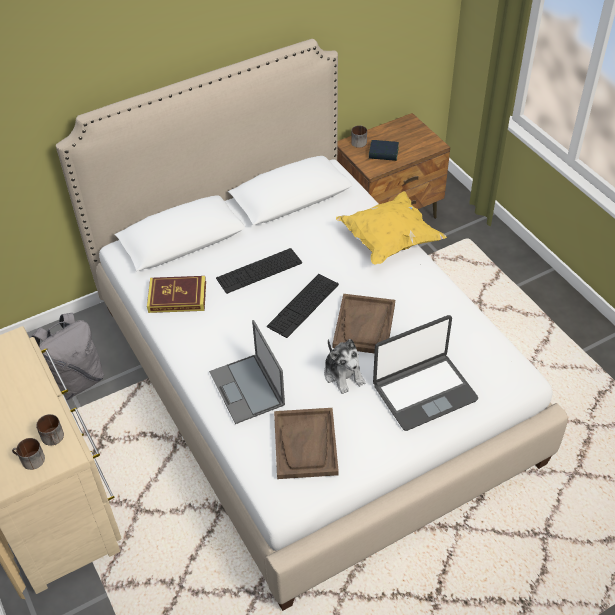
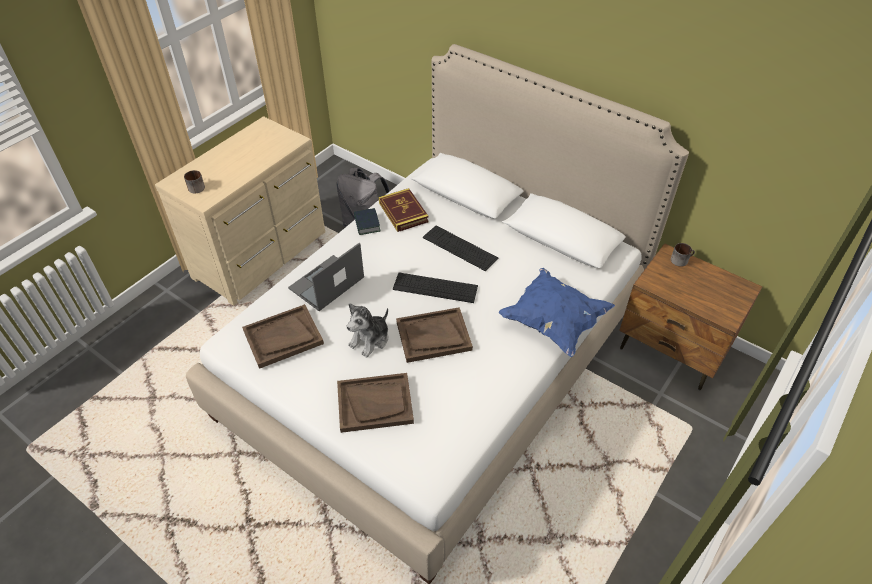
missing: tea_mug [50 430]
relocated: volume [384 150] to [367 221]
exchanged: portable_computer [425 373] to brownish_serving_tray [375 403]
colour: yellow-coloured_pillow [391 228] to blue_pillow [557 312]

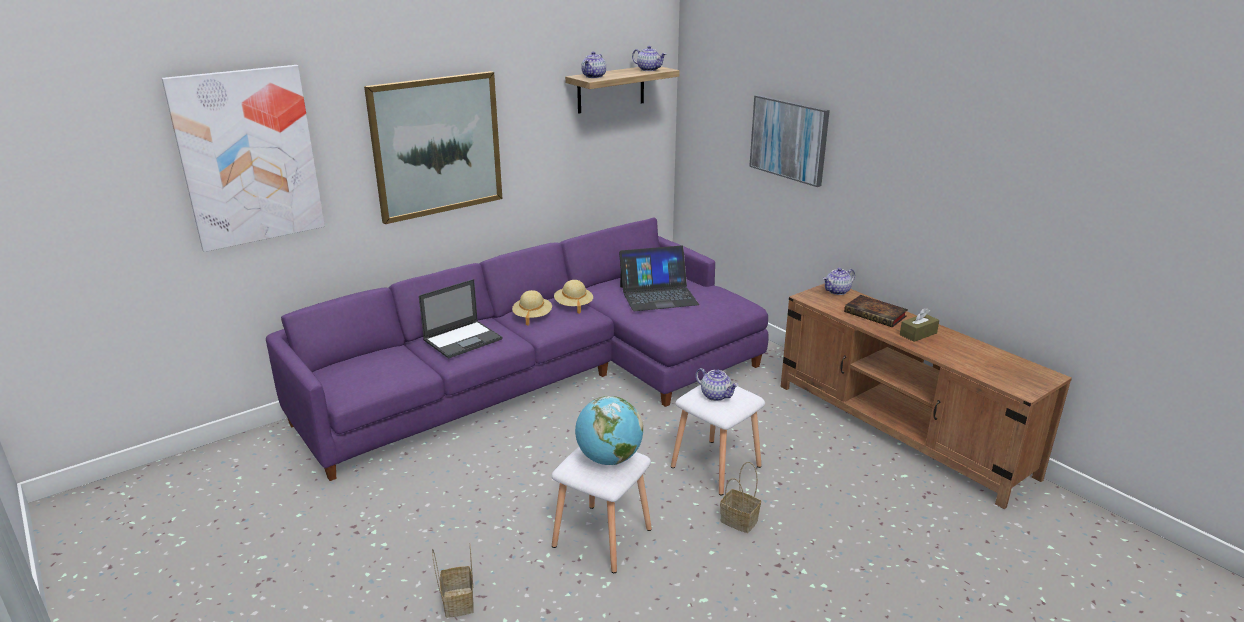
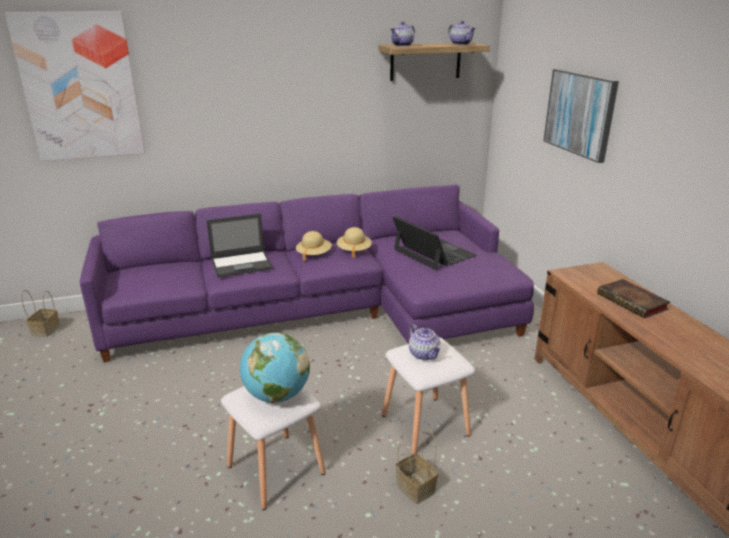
missing: picture [433 147]; teapot [839 281]; brownish_tissue_holder [919 325]
relocated: household_basket [453 581] to [40 313]
spun: portable_computer [659 278] = [434 243] 135 degrees counterclockwise

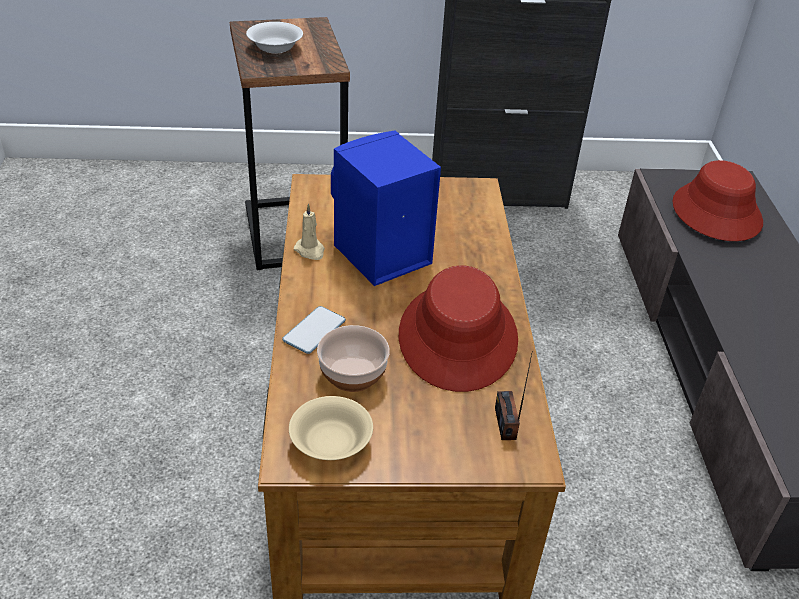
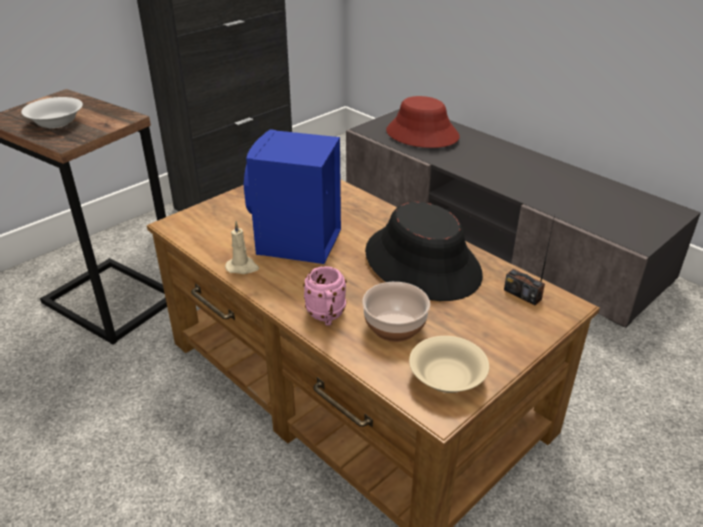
exchanged: handset [314 330] to pinkish_tea_mug [325 295]
colour: reddish_clothing_hat [458 328] to black_clothing_hat [424 251]

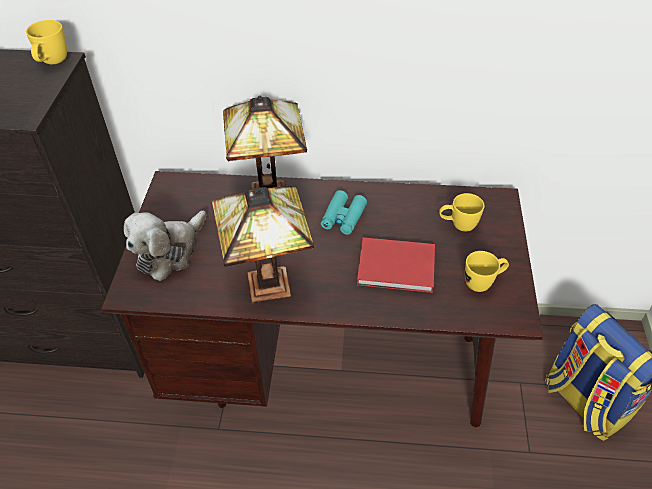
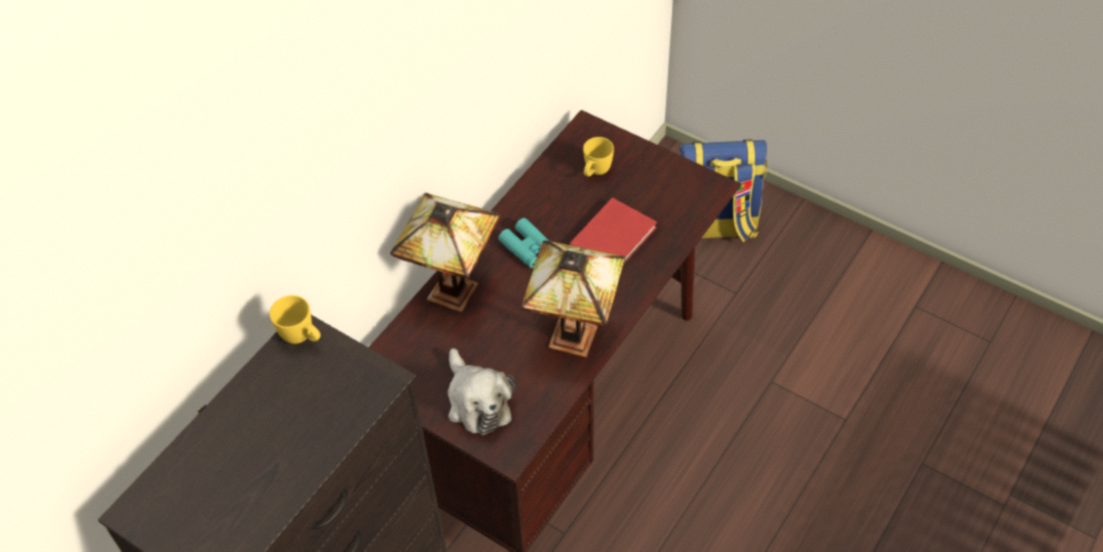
missing: yellow-coloured_tea_mug [487 271]

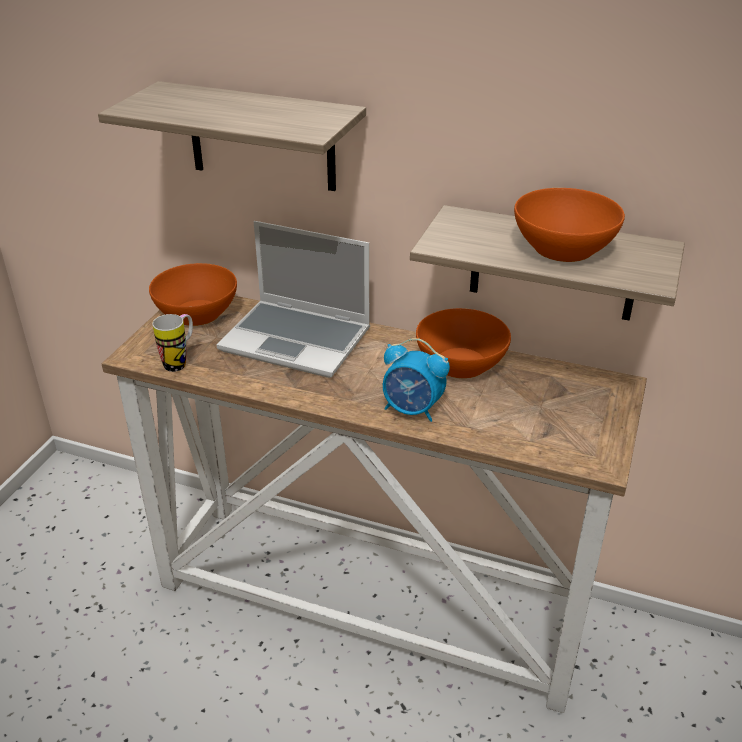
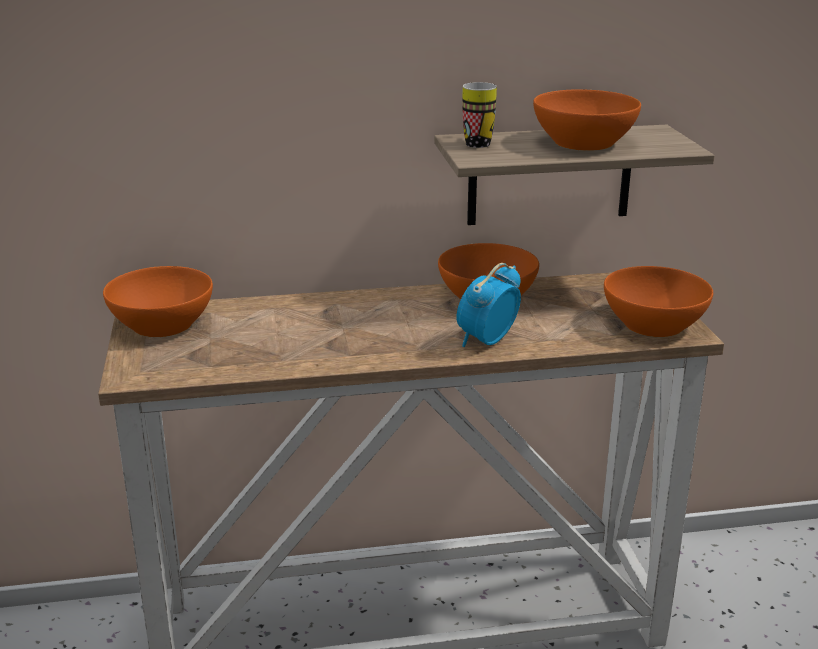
missing: bracket_shelf [232 136]; portable_computer [293 299]
appeared: orange-coloured_bowl [658 301]
relocated: tea_mug [173 343] to [479 115]
spun: bedside_clock [416 380] = [488 305] 135 degrees clockwise

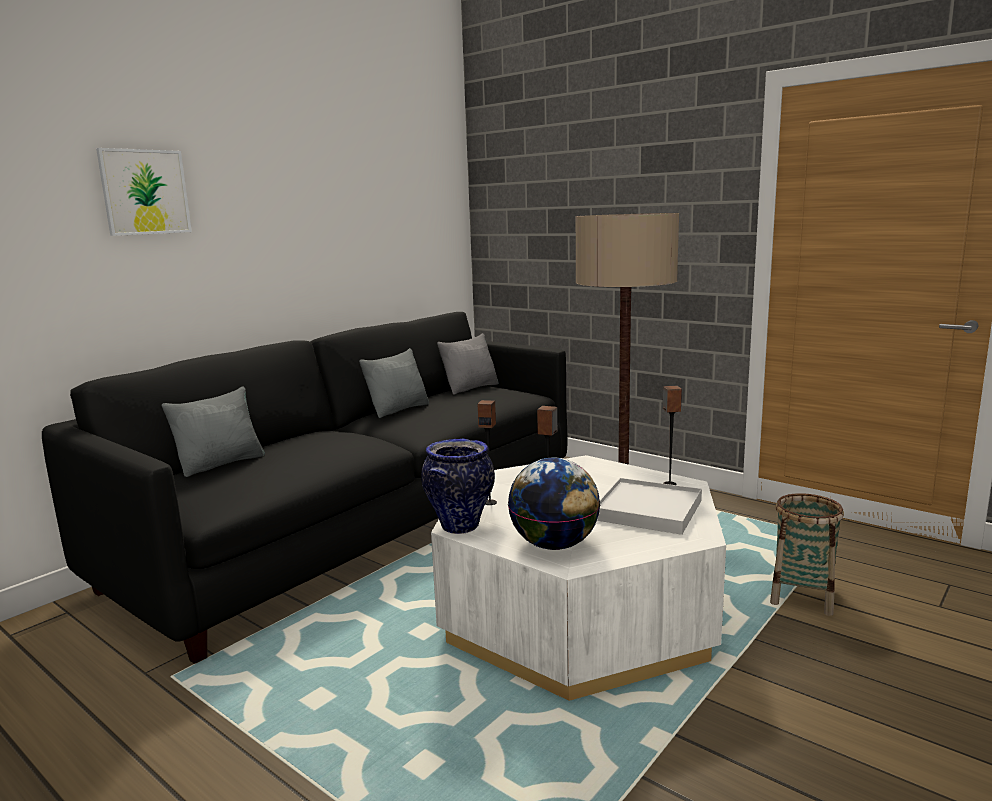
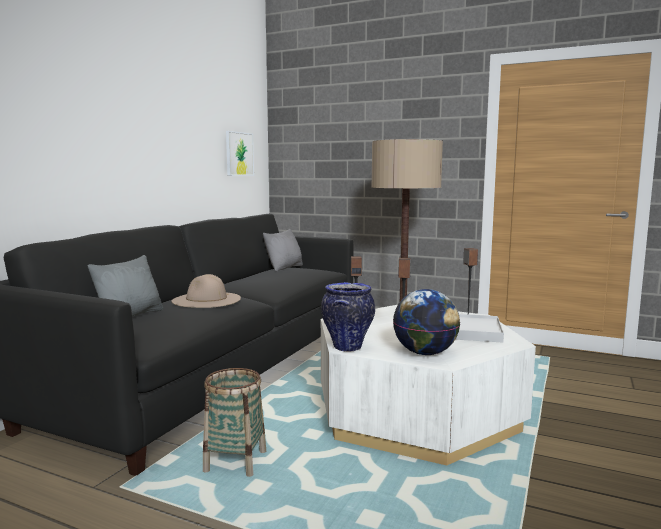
missing: grey_pillow [394 383]
appeared: beige-coloured_clothing_hat [206 291]
relocated: picture [144 192] to [240 153]; household_basket [807 554] to [234 422]

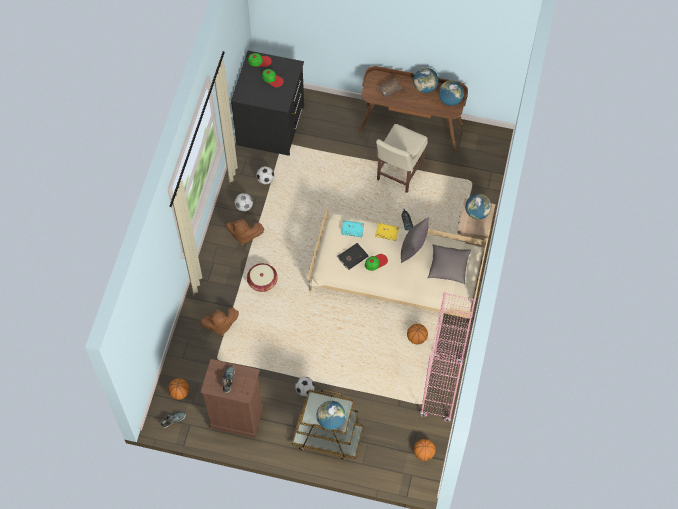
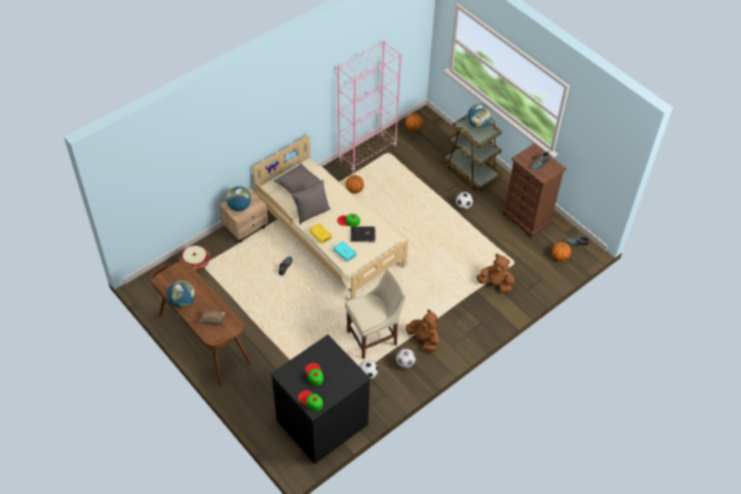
missing: world_globe [451 93]
relocated: household_basket [262 277] to [195 258]; beige-coloured_plain_chair [402 158] to [376 313]

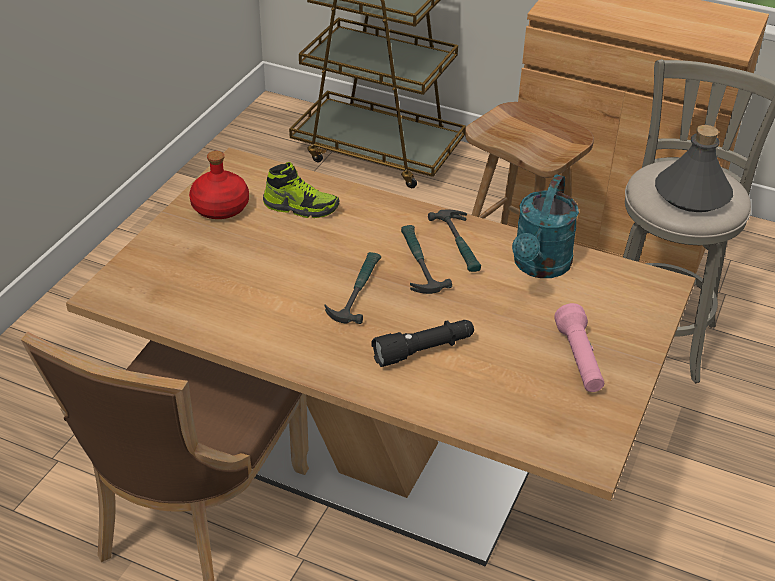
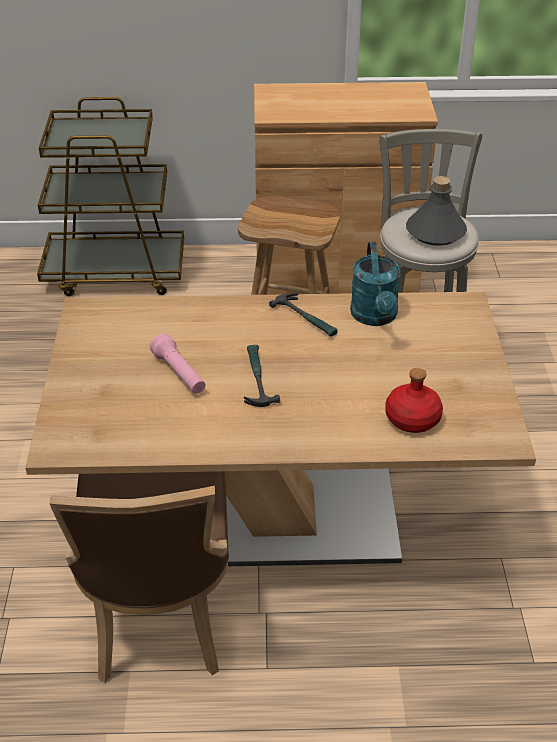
missing: item_of_footwear [301 190]; black_hand_torch [422 343]; hammer [426 259]
relocated: reddish_drink_bottle [219 185] to [414 400]; pinkish_hand_torch [579 347] to [178 363]

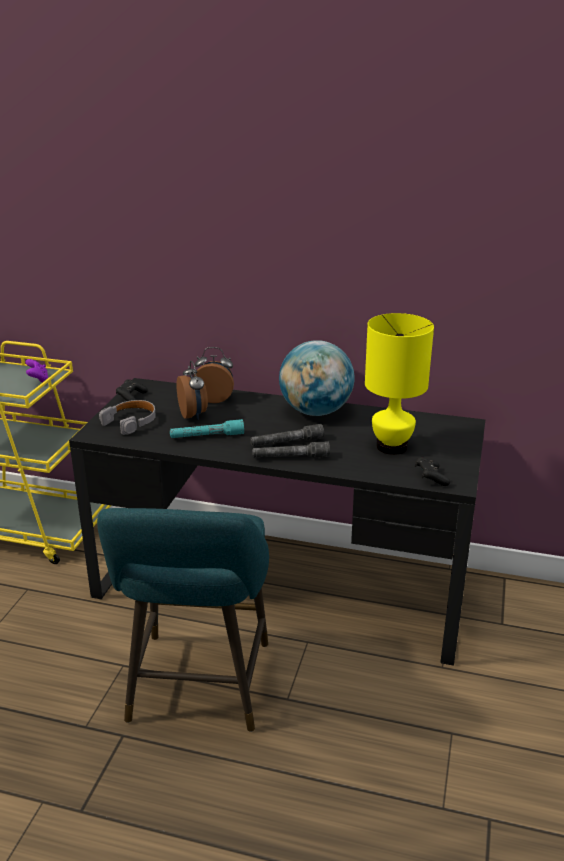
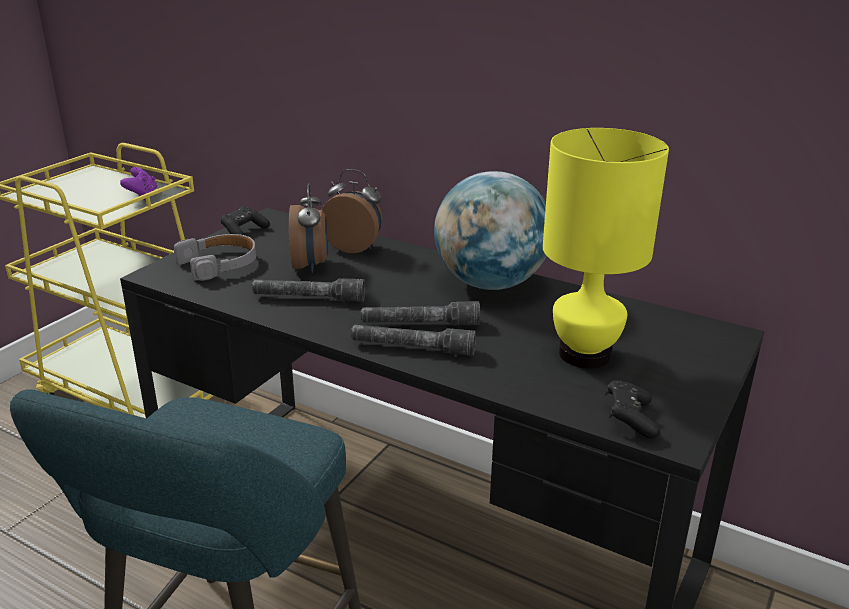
colour: turquoise_hand_torch [207 428] to grey_hand_torch [308 290]

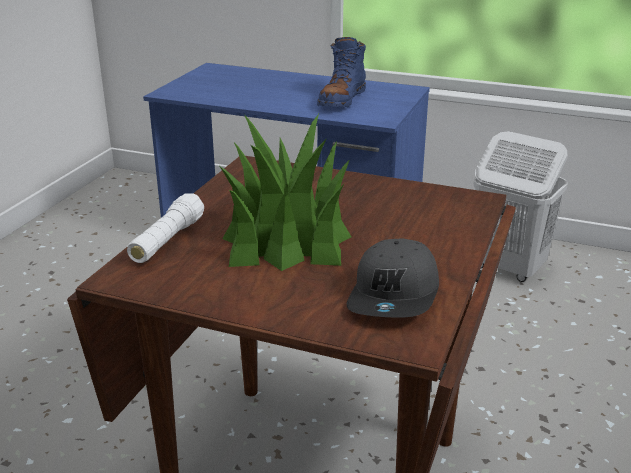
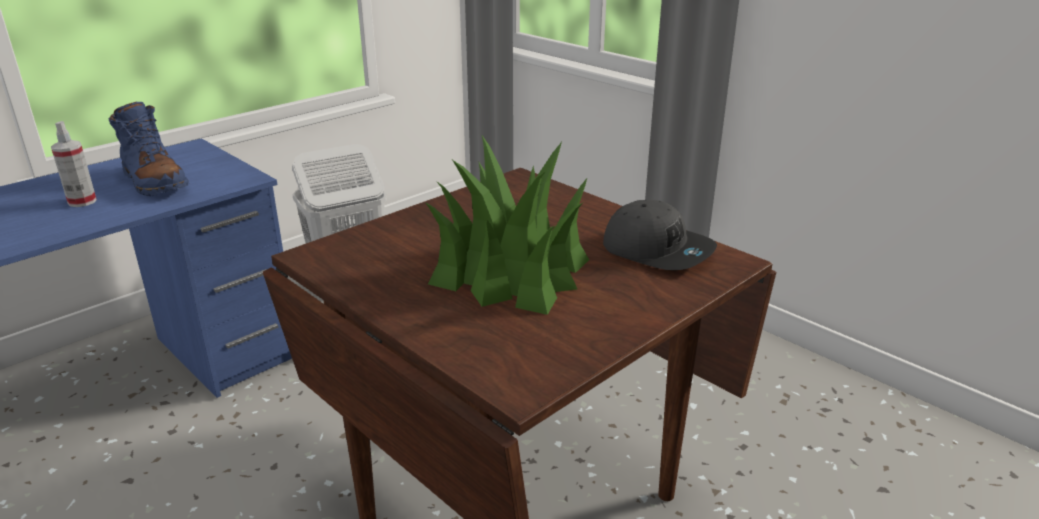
missing: white_hand_torch [165 228]
appeared: sprayer [74 164]

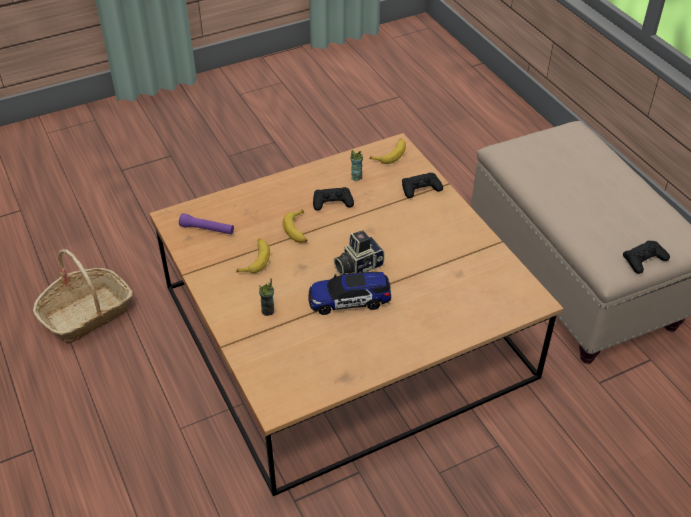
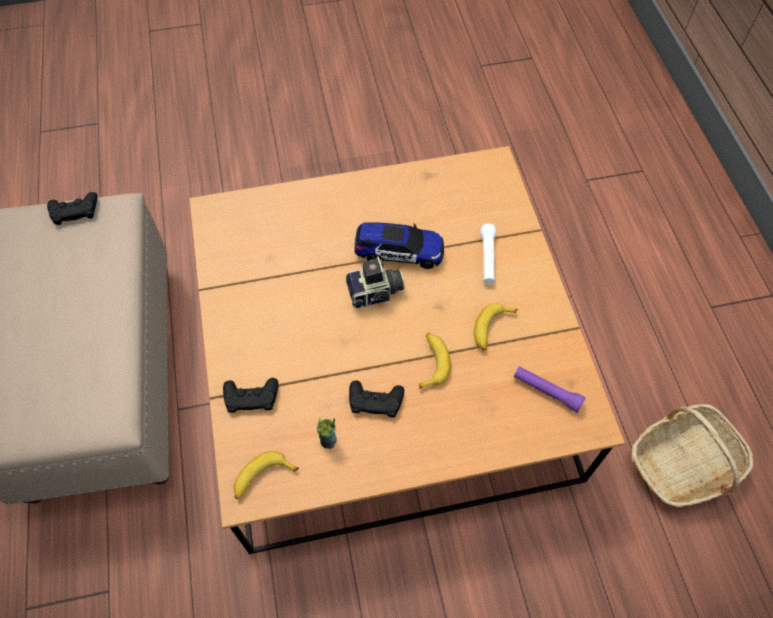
exchanged: cup [266 297] to white_hand_torch [488 254]

